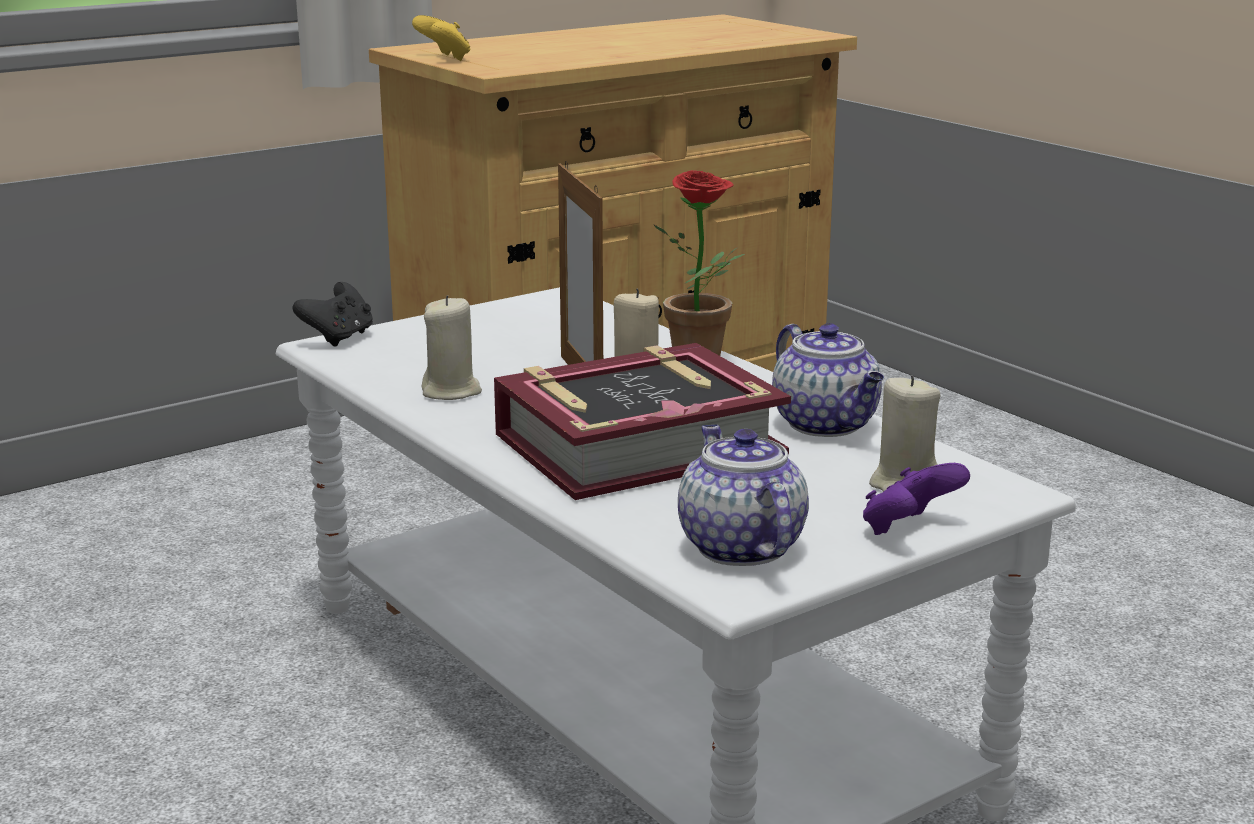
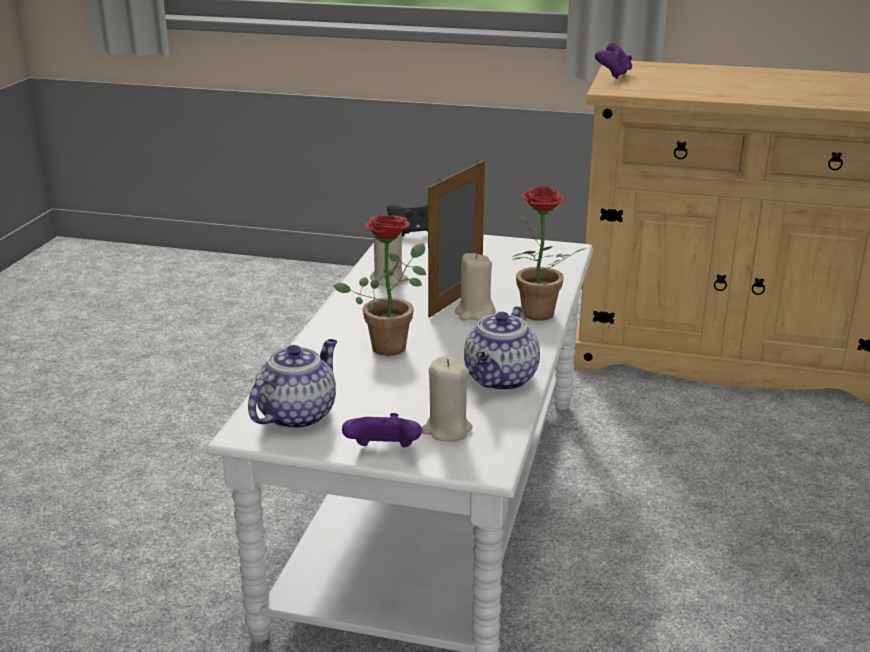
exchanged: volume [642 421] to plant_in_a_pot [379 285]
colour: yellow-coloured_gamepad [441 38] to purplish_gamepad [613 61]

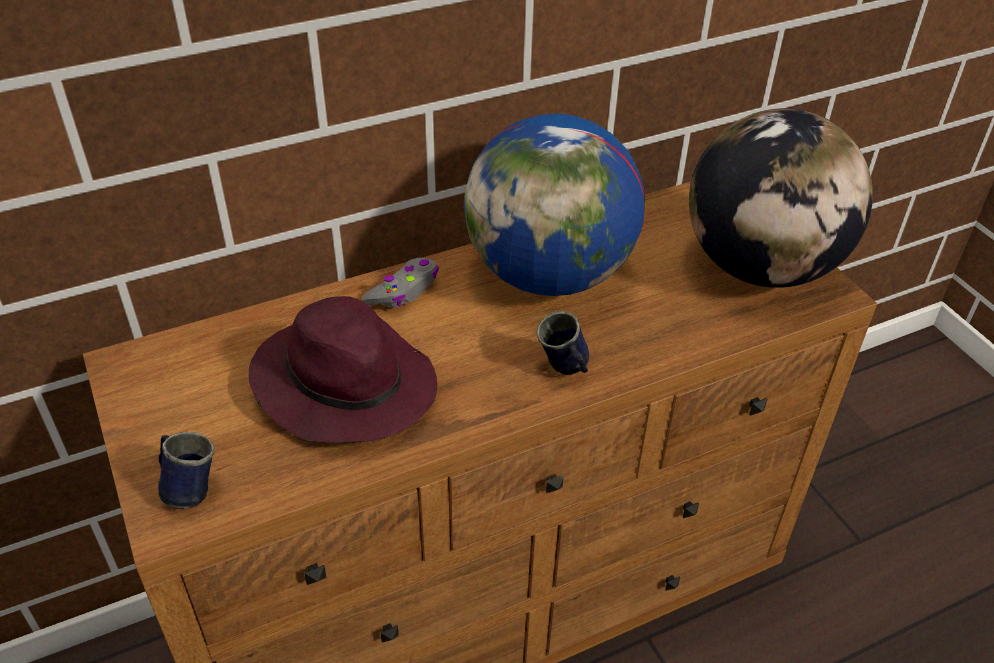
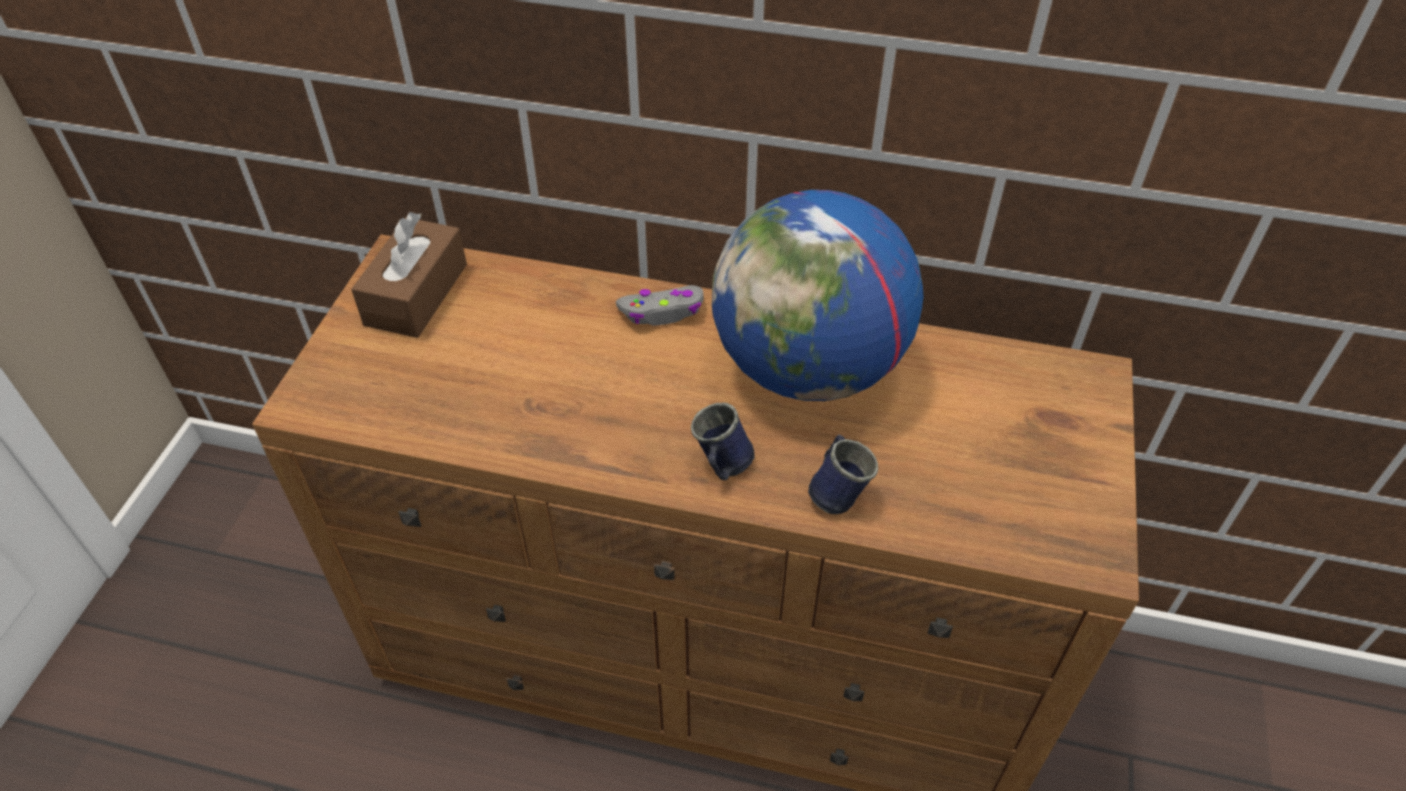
missing: purplish_clothing_hat [342 369]; world_globe [781 198]
appeared: brownish_tissue_holder [409 275]
relocated: blue_tea_mug [186 470] to [843 474]

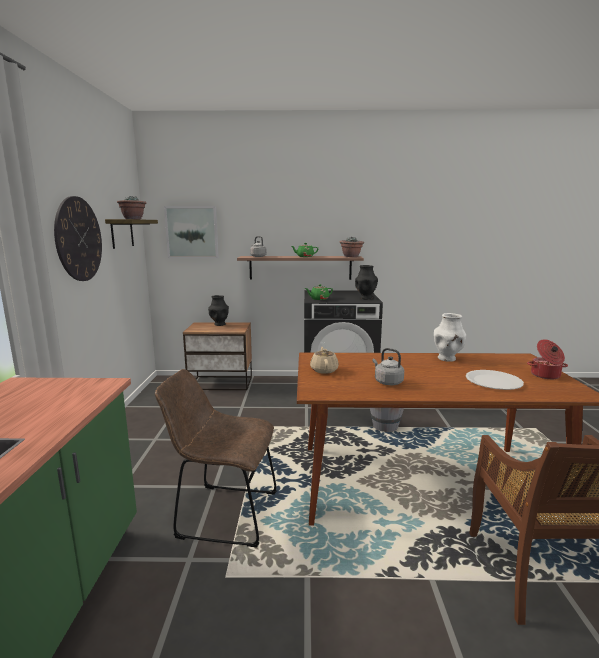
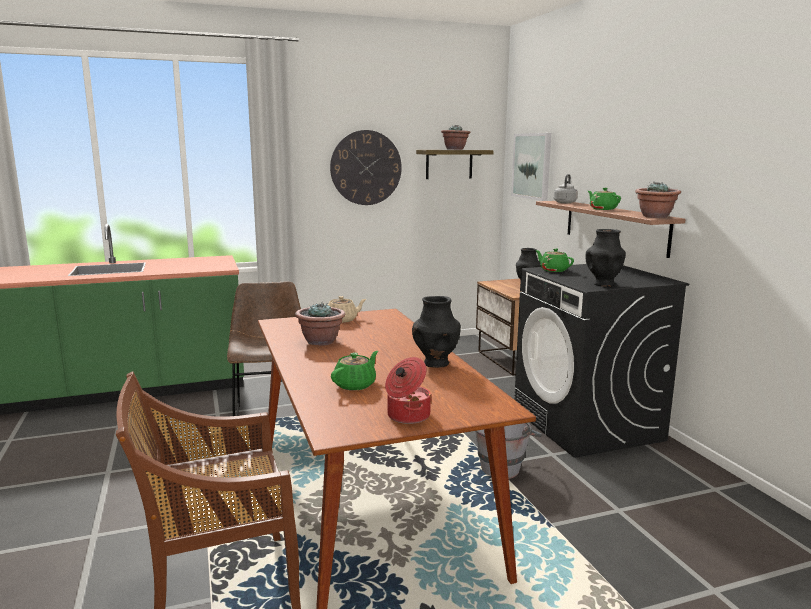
exchanged: grey_kettle [388 366] to plant_in_a_pot [320 324]; white_flat_dish [495 380] to greenish_teapot [354 371]
colour: white_decorative_vase [450 337] to black_decorative_vase [436 332]

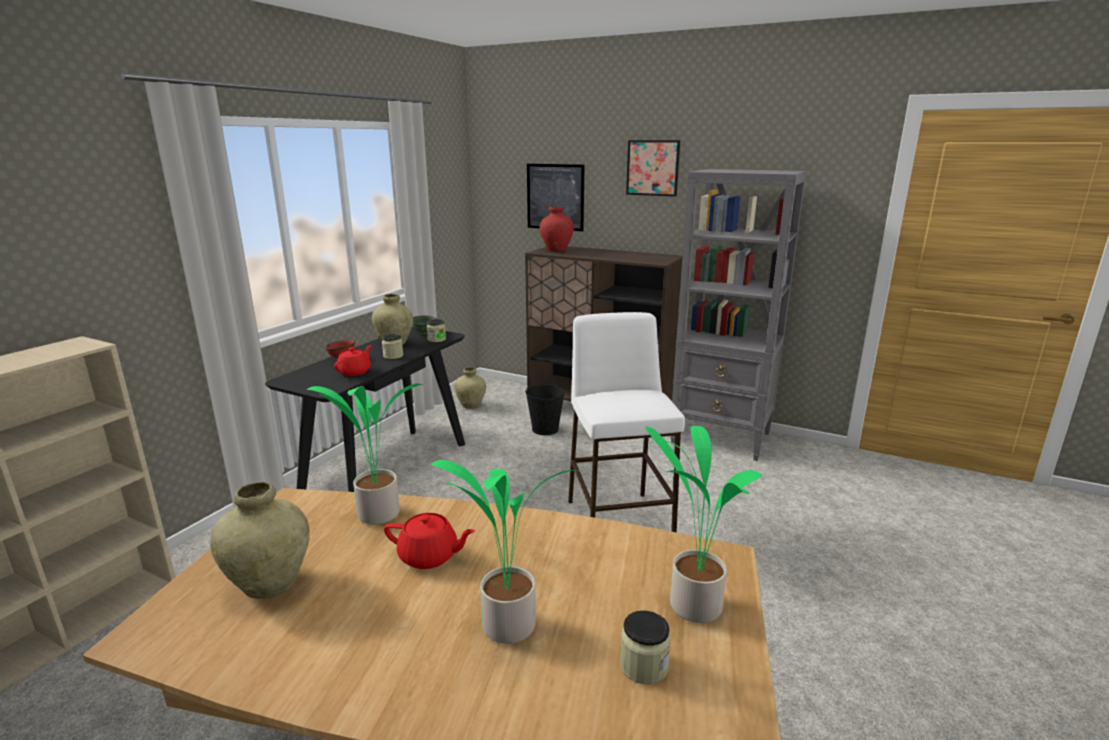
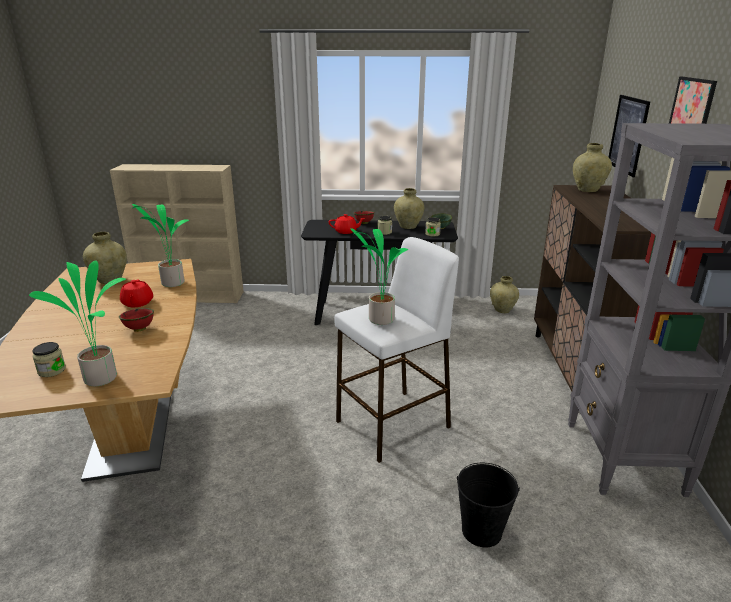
appeared: reddish_bowl [136 320]
relocated: plant_in_a_pot [505 552] to [379 276]; black_water_bucket [545 409] to [488 505]
colour: reddish_decorative_vase [557 229] to beige-coloured_decorative_vase [592 167]

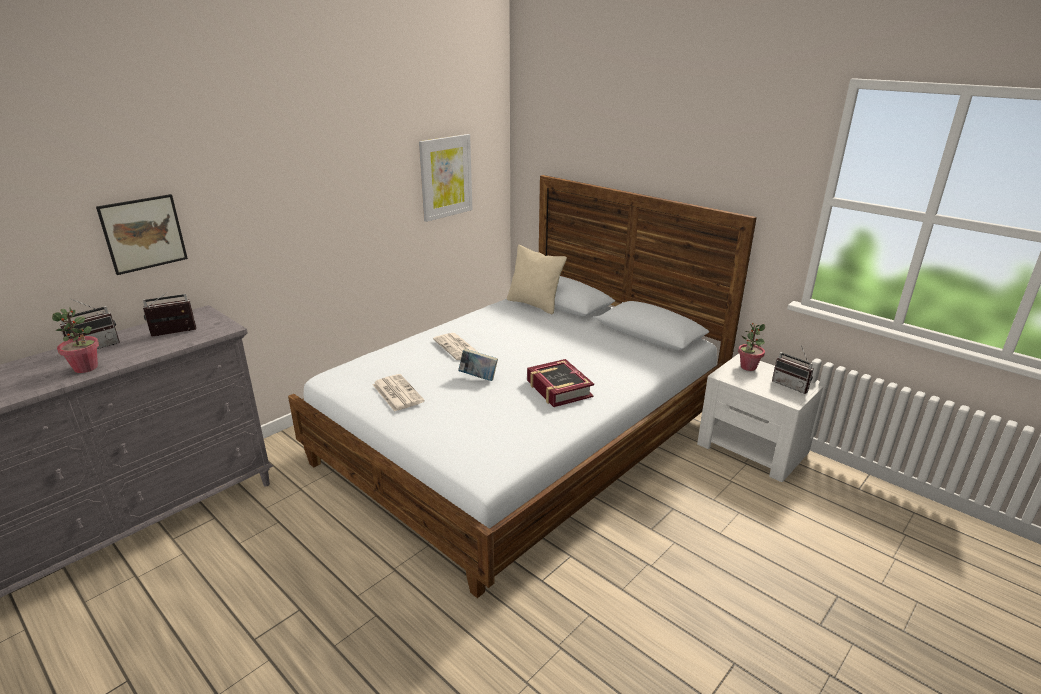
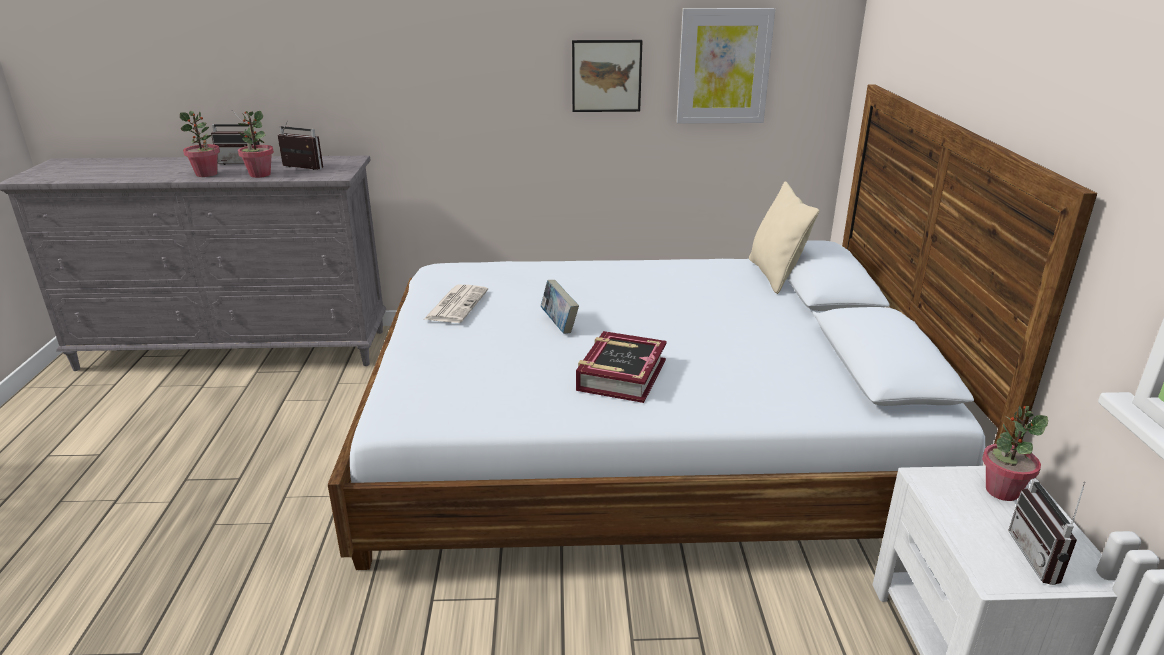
missing: newspaper [456 346]
appeared: plant_in_a_pot [256 144]
relocated: picture [142 234] to [607 76]

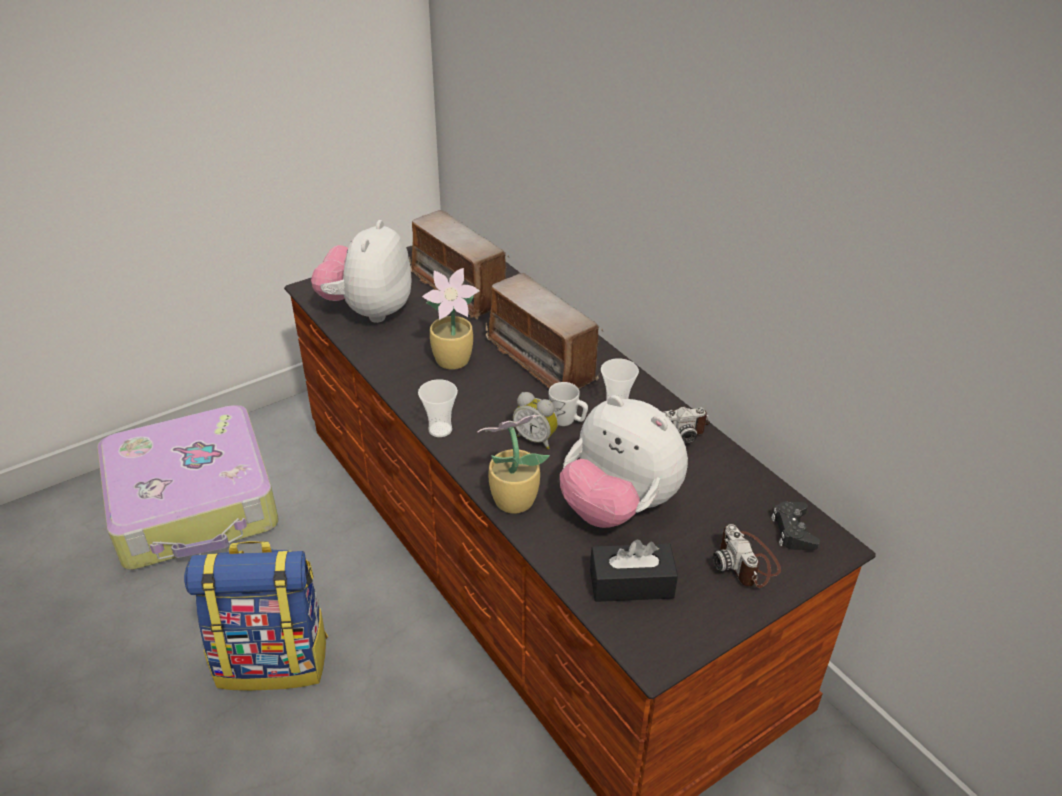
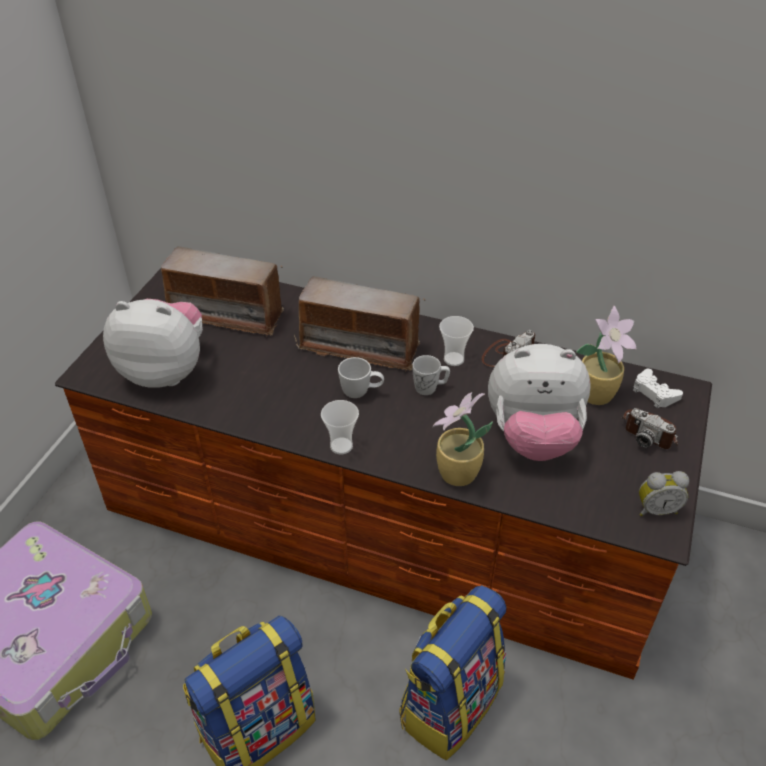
missing: black_tissue_holder [634 570]
appeared: white_tea_mug [361 377]; knapsack [452 672]
relocated: plant_in_a_pot [451 319] to [606 355]; bedside_clock [535 420] to [664 493]
colour: black_gamepad [795 526] to white_gamepad [658 388]
spun: plush_toy [361 271] = [153 343] 120 degrees clockwise

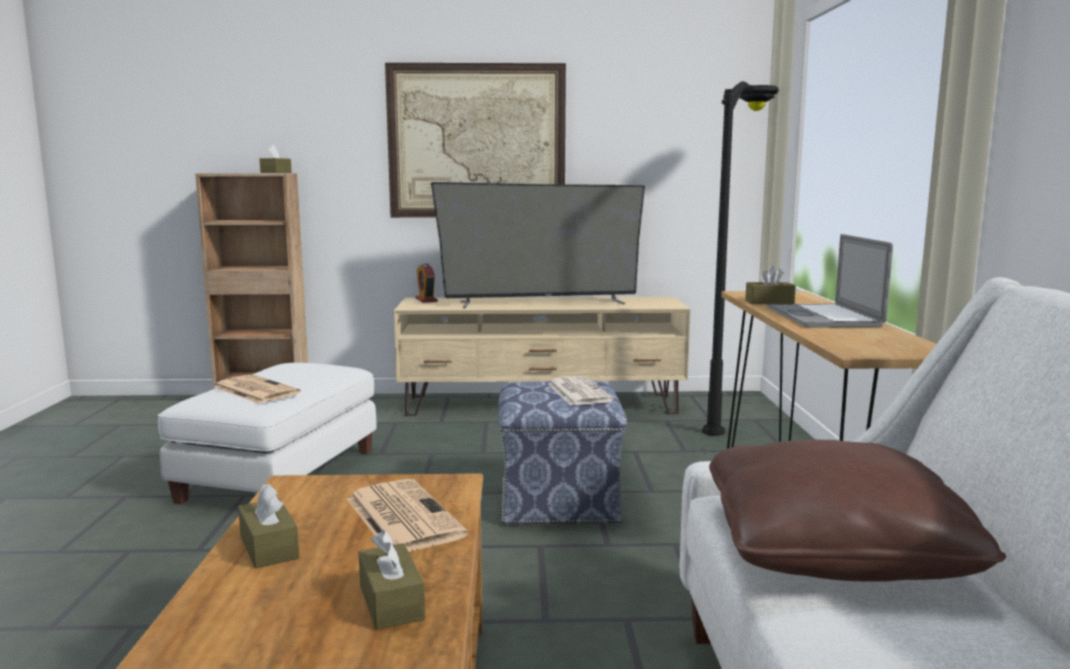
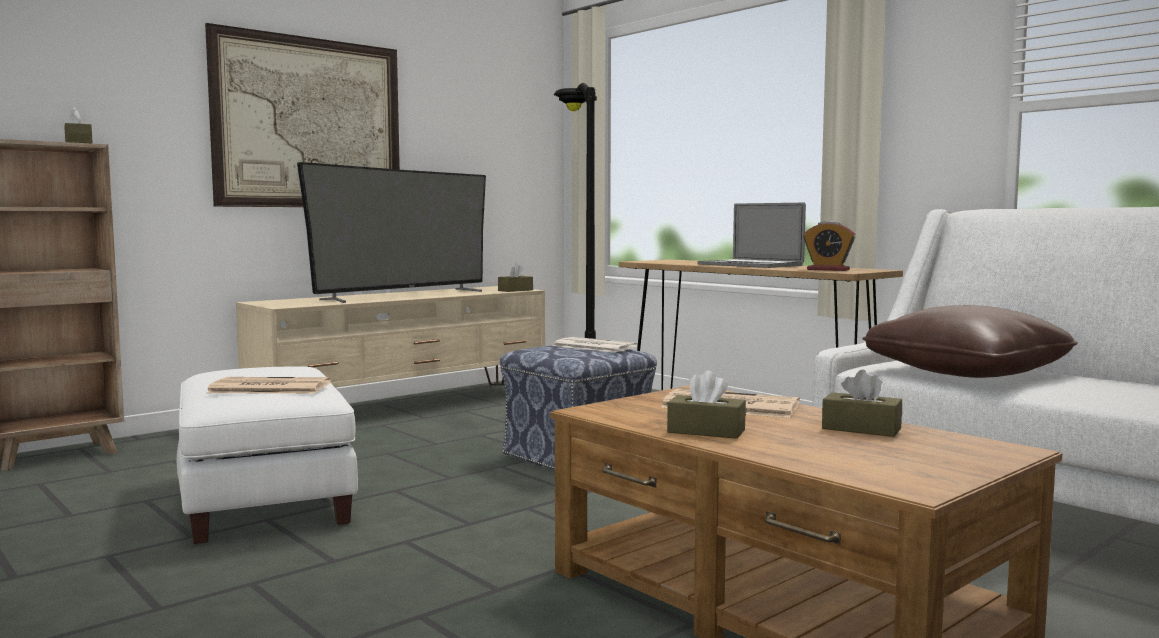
relocated: bedside_clock [426 283] to [829 246]; brownish_tissue_holder [770 285] to [515 277]

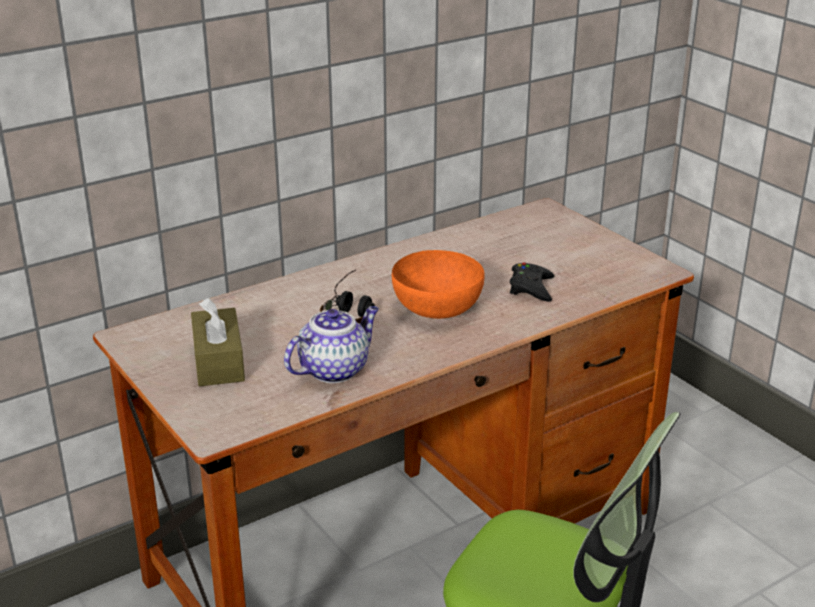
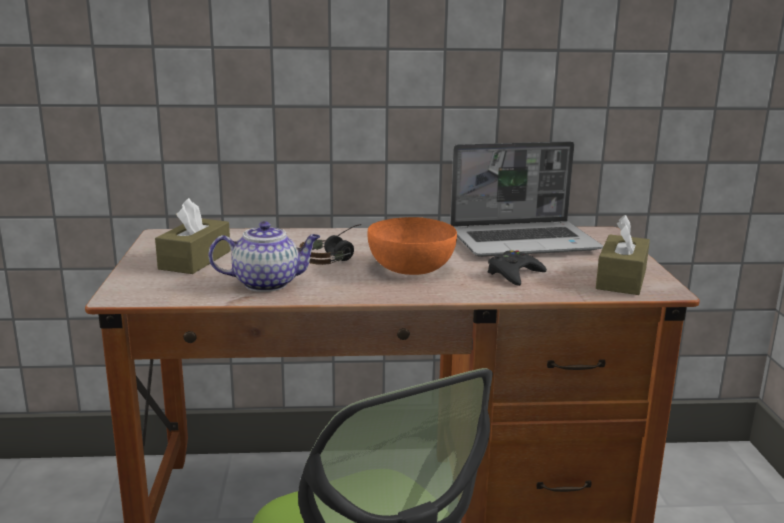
appeared: portable_computer [526 199]; brownish_tissue_holder [623 255]

